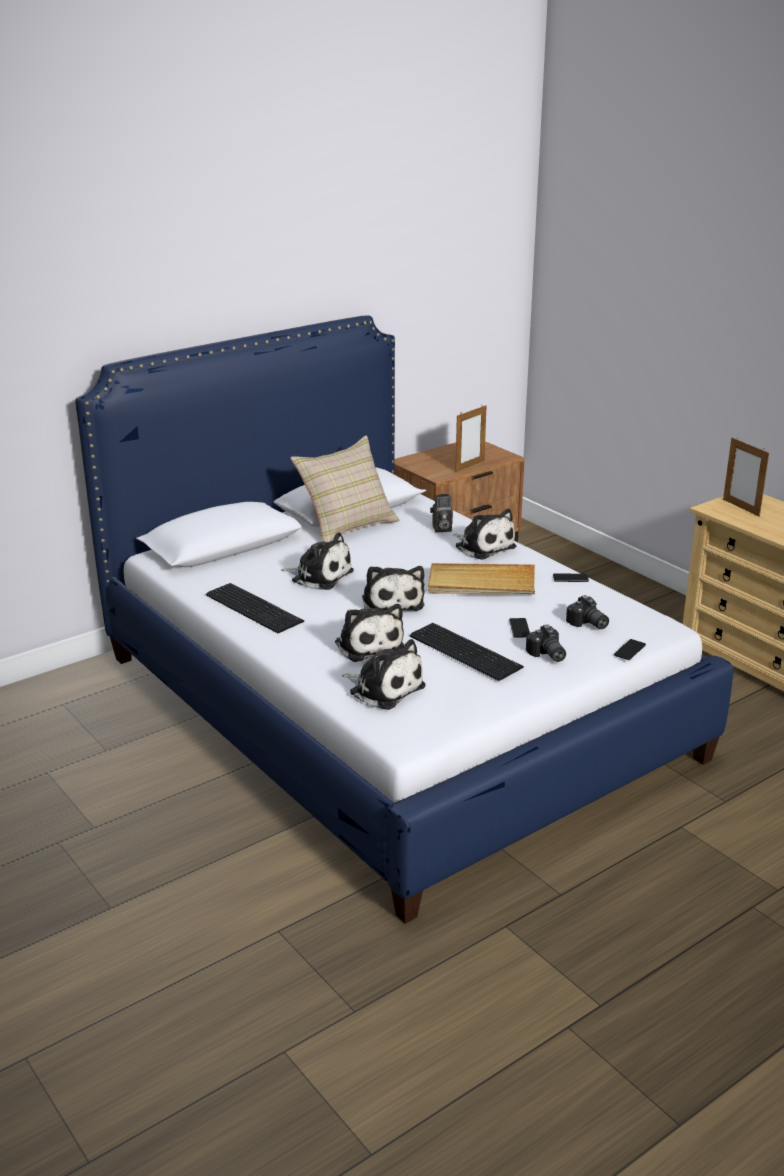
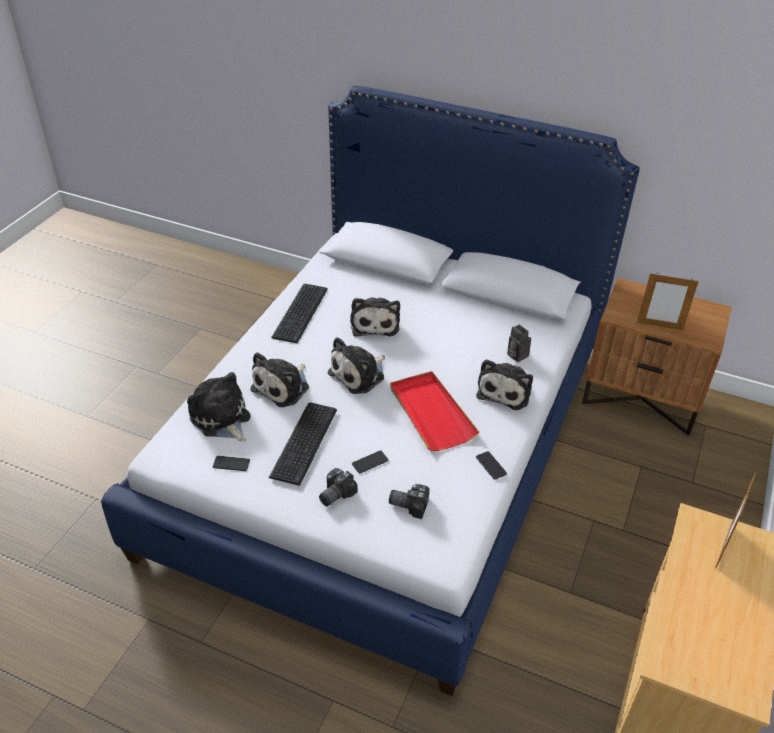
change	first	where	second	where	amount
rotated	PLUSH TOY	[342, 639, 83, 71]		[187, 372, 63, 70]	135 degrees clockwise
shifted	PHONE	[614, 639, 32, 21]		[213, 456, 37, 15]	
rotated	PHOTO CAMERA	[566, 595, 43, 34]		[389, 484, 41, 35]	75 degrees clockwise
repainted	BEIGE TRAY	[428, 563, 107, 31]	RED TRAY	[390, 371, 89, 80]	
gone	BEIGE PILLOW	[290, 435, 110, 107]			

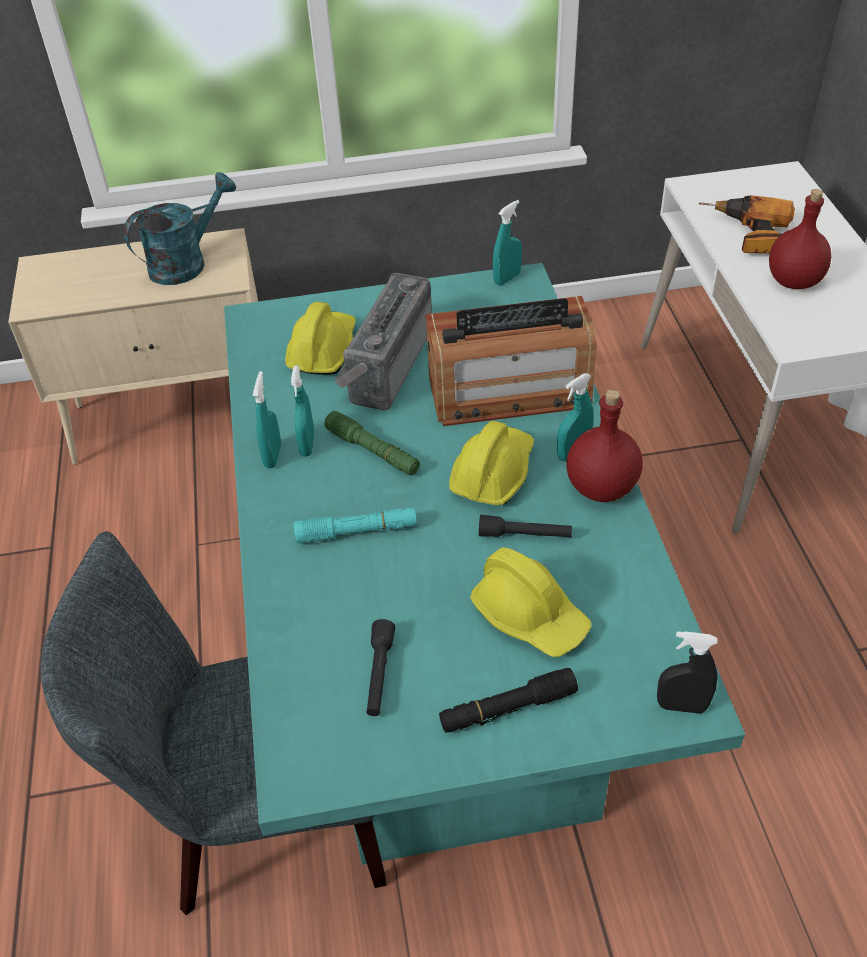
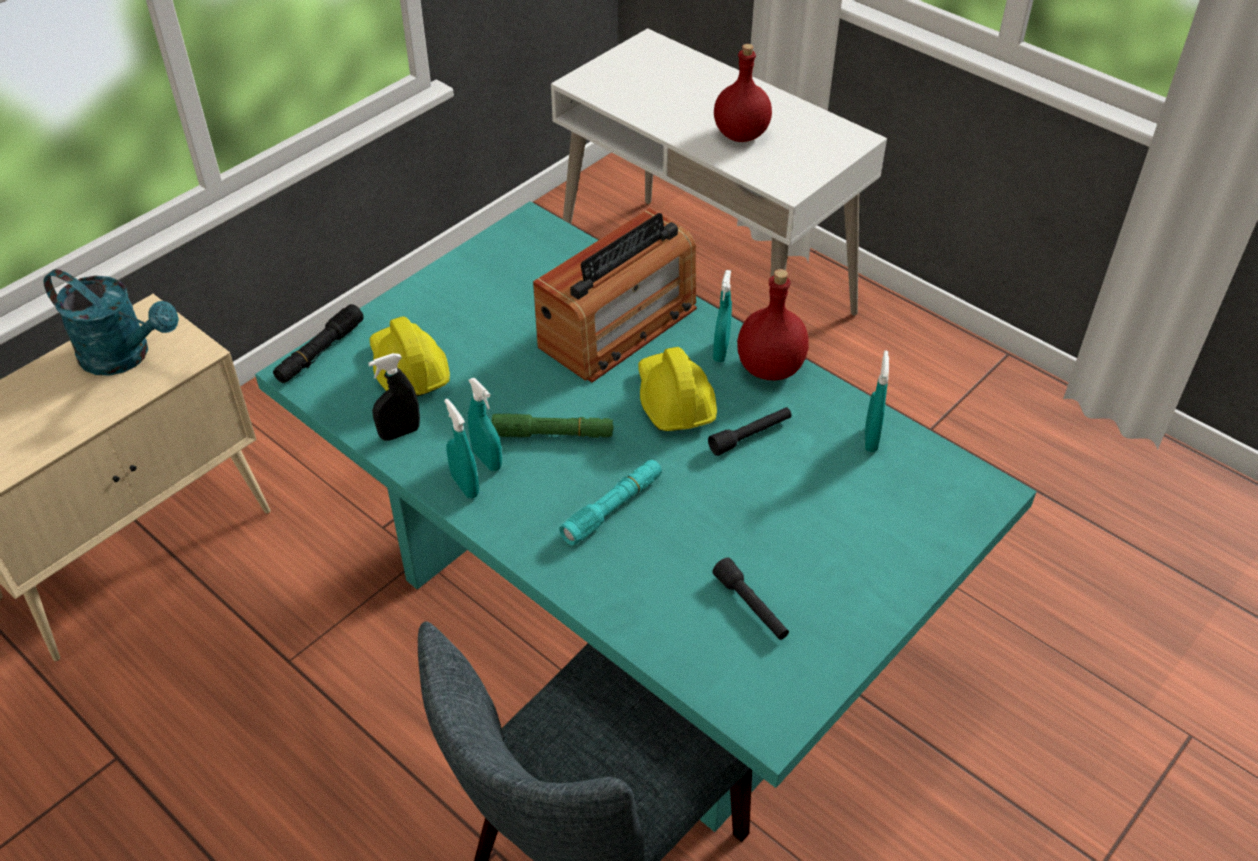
change	first	where	second	where	amount
rotated	TURQUOISE WATERING CAN	[124, 172, 113, 113]		[44, 269, 135, 107]	105 degrees clockwise
shifted	BLACK FLASHLIGHT	[439, 668, 139, 65]		[273, 304, 91, 79]	
shifted	BLACK SPRAY BOTTLE	[657, 631, 61, 83]		[368, 353, 52, 88]	
shifted	TURQUOISE SPRAY BOTTLE	[493, 200, 29, 85]		[865, 350, 24, 102]	
gone	RADIO	[334, 273, 98, 138]			
gone	YELLOW HARD HAT	[470, 547, 121, 110]			
gone	POWER DRILL	[699, 195, 96, 58]			

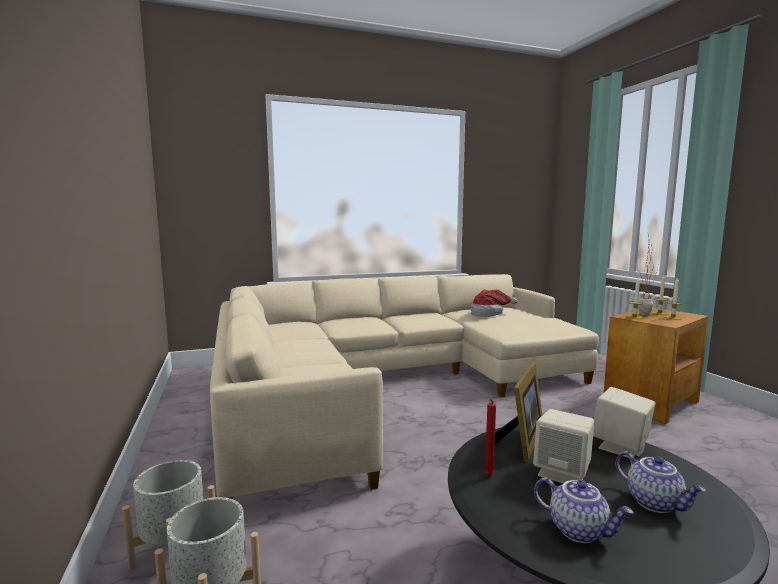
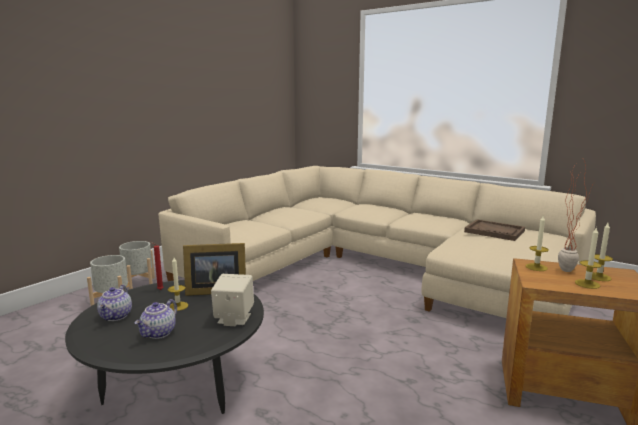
change	first	where	second	where	amount
swapped	BEIGE SPEAKER	[533, 409, 61, 74]	CANDLE	[168, 257, 20, 54]	
swapped	HAT	[471, 289, 47, 28]	BROWN TRAY	[464, 219, 61, 22]	

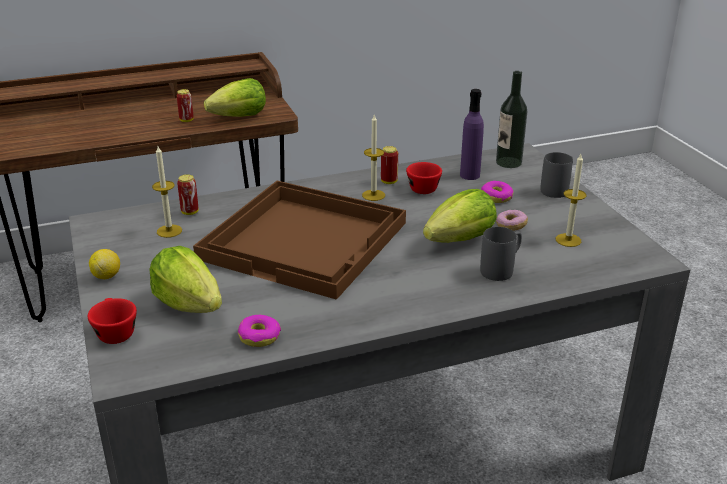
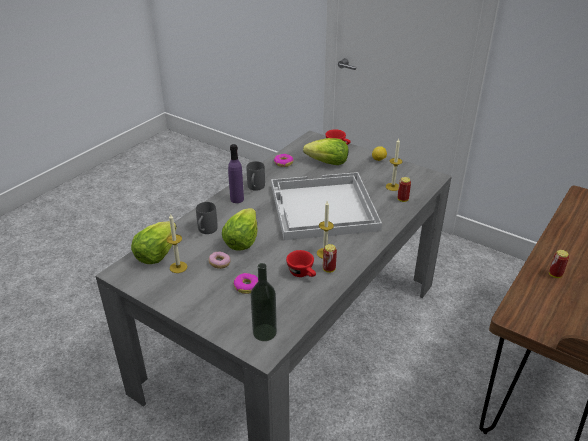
change	first	where	second	where	amount
shifted	LETTUCE	[204, 78, 62, 39]		[131, 221, 46, 43]	
shifted	PURPLE BOTTLE	[460, 89, 24, 91]		[228, 144, 16, 59]	
shifted	GREY MUG	[540, 152, 33, 46]		[247, 161, 18, 30]	
repainted	BROWN TRAY	[193, 181, 213, 119]	WHITE TRAY	[271, 172, 111, 68]	

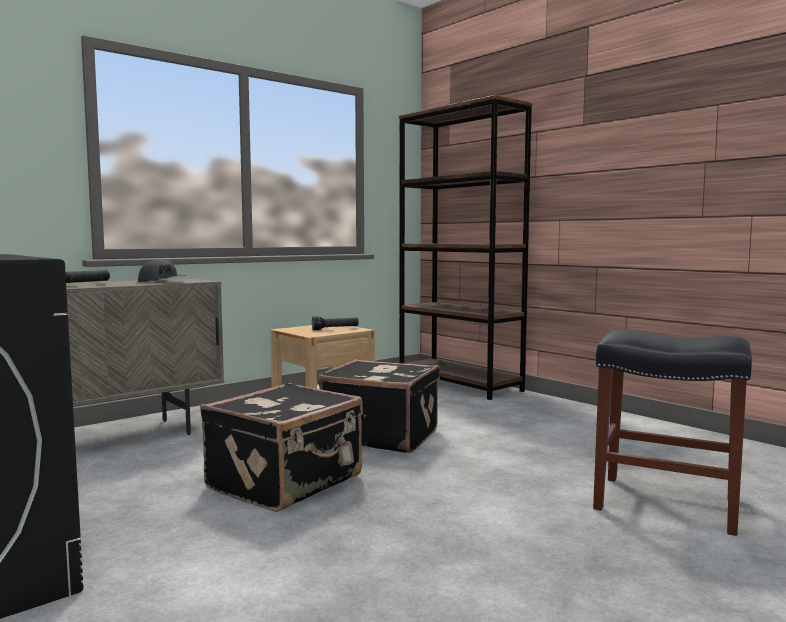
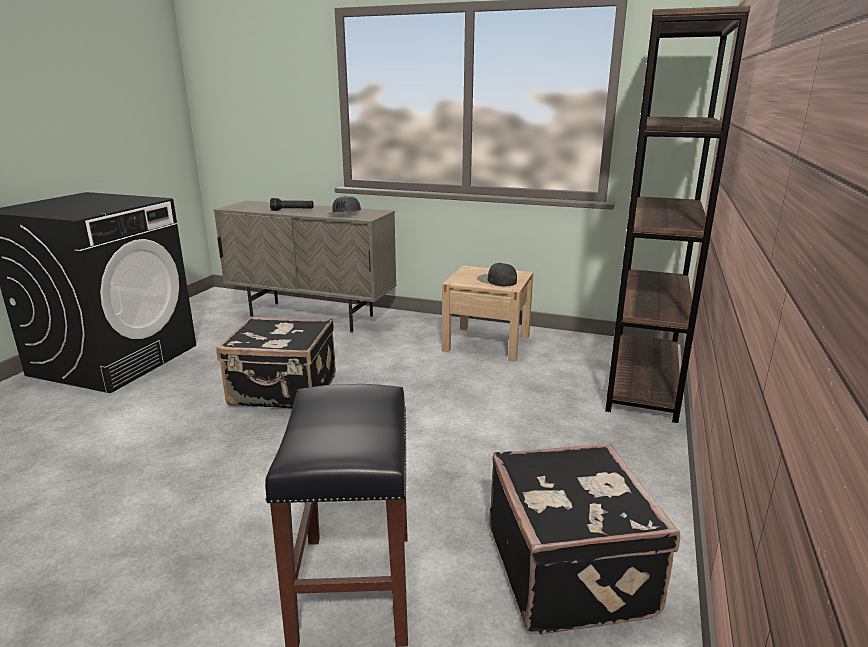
change	first	where	second	where	amount
swapped	BLACK FLASHLIGHT	[312, 316, 46, 14]	BLACK CAP	[477, 263, 40, 23]	
shifted	BLACK SUITCASE	[318, 359, 122, 94]		[489, 443, 191, 191]	

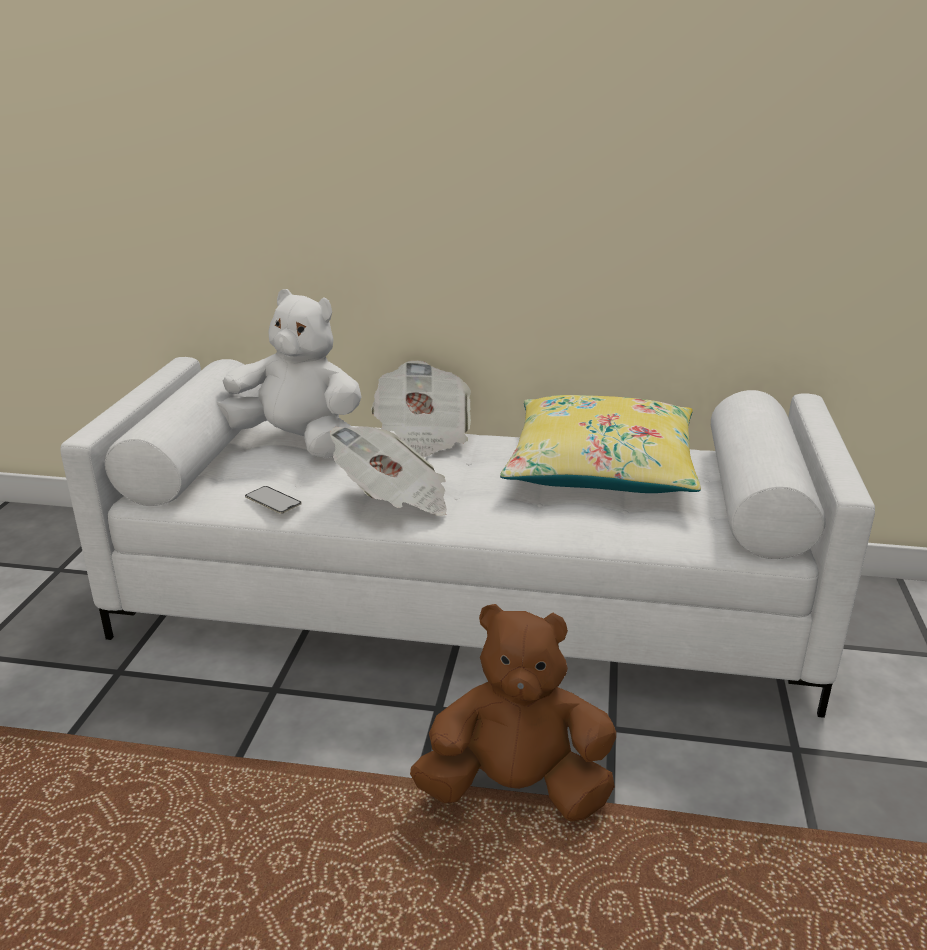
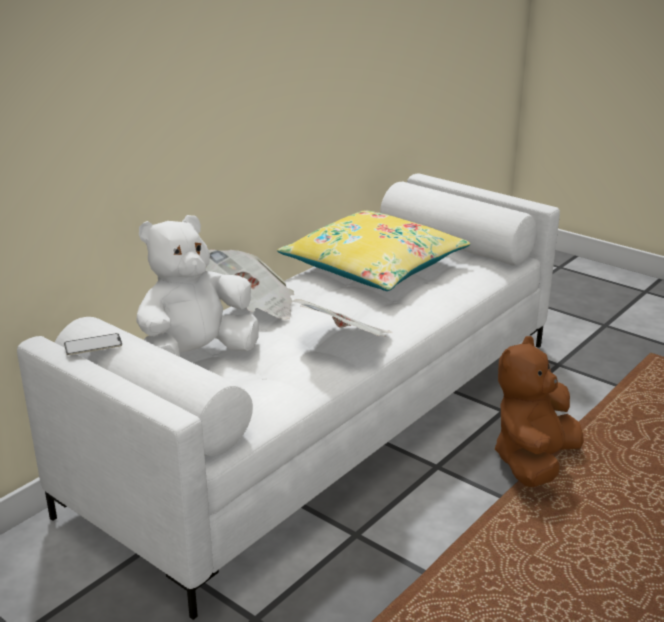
change	first	where	second	where	amount
shifted	PHONE	[245, 486, 57, 28]		[64, 333, 58, 22]	

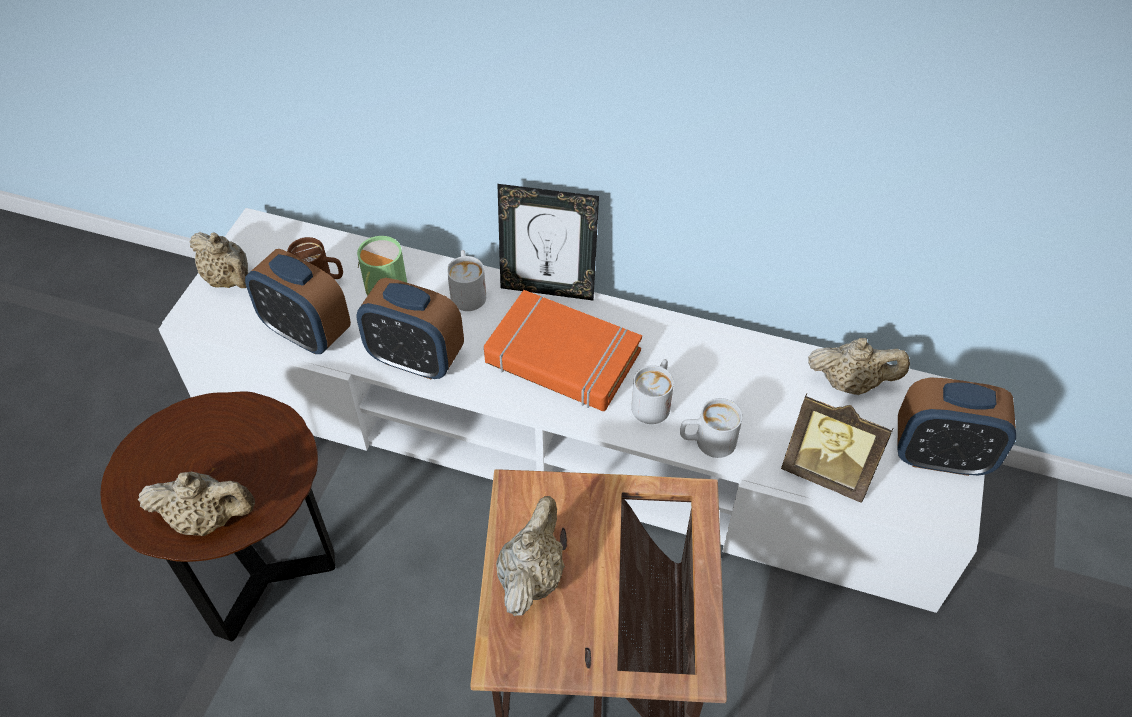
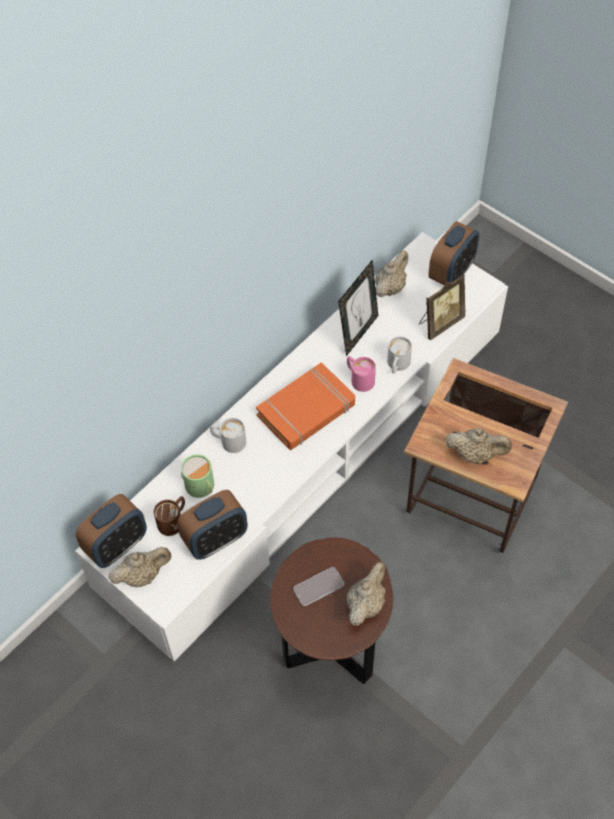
change	first	where	second	where	amount
shifted	ALARM CLOCK	[356, 278, 108, 102]		[76, 494, 71, 74]	
new			PHONE	[293, 567, 51, 39]	
shifted	PICTURE FRAME	[497, 184, 102, 117]		[338, 260, 40, 96]	
repainted	WHITE MUG	[631, 359, 43, 65]	PINK MUG	[347, 356, 29, 36]	
rotated	BEIGE TEAPOT	[496, 496, 69, 120]		[445, 428, 67, 36]	150 degrees clockwise

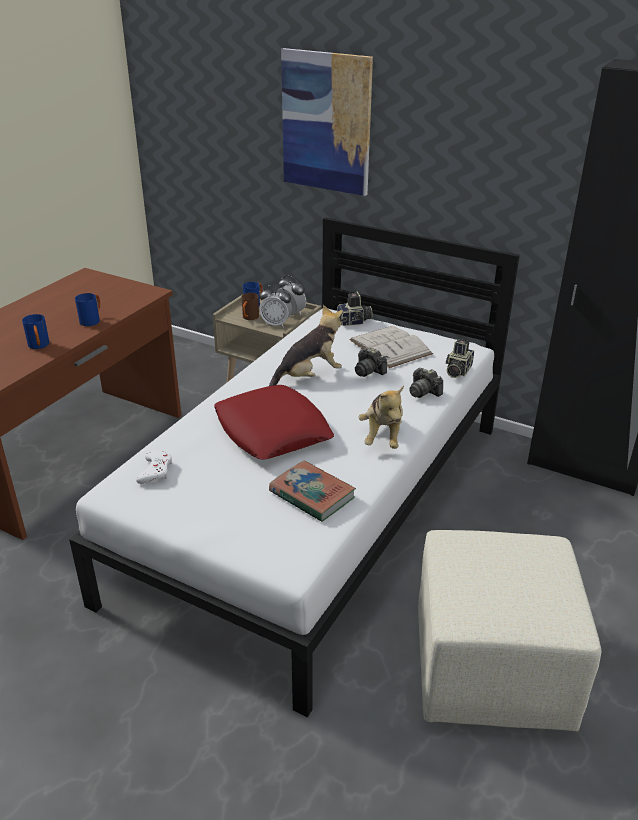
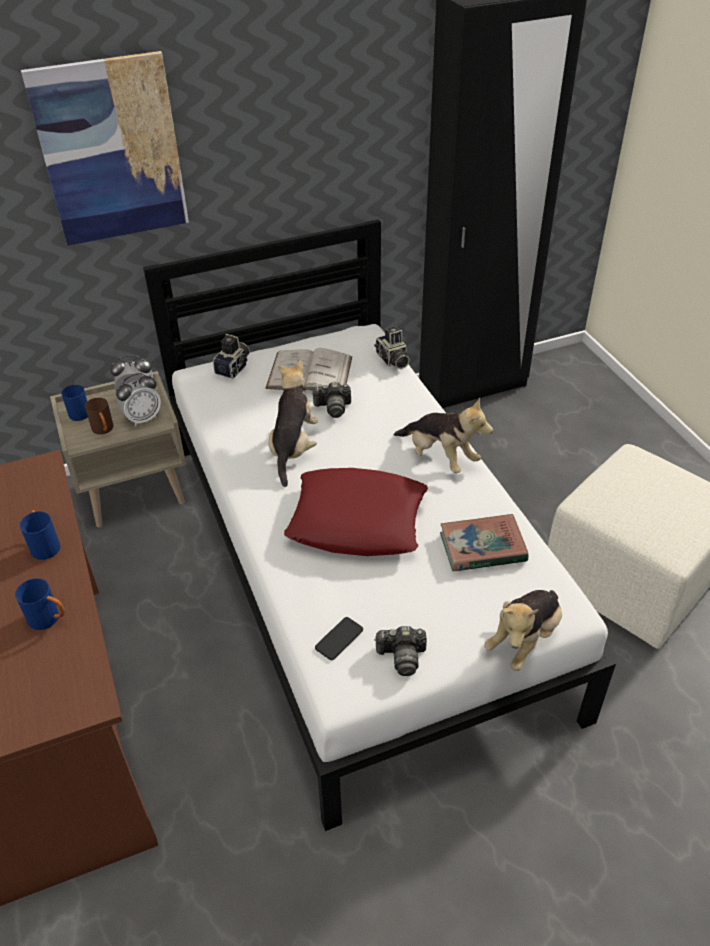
change	first	where	second	where	amount
swapped	WHITE GAME CONTROLLER	[136, 450, 36, 34]	PHONE	[315, 617, 48, 43]	
shifted	PHOTO CAMERA	[409, 368, 34, 30]		[374, 626, 53, 50]	
new			PLUSH TOY	[484, 590, 78, 81]	

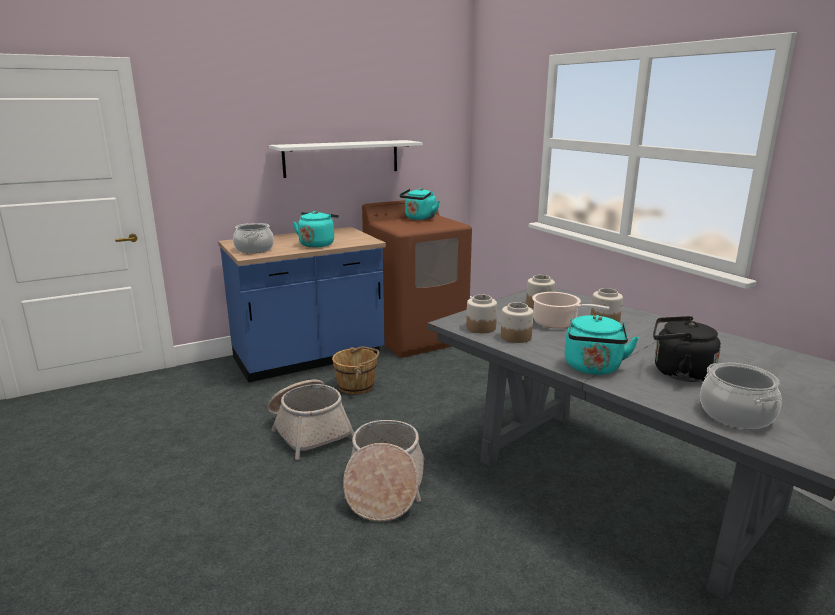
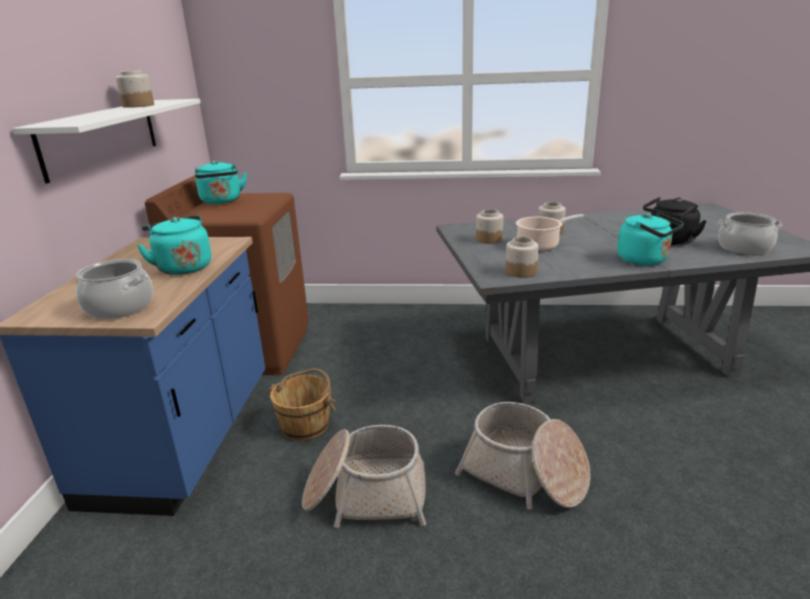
change	first	where	second	where	amount
shifted	JAR	[501, 302, 33, 41]		[116, 70, 38, 38]	

